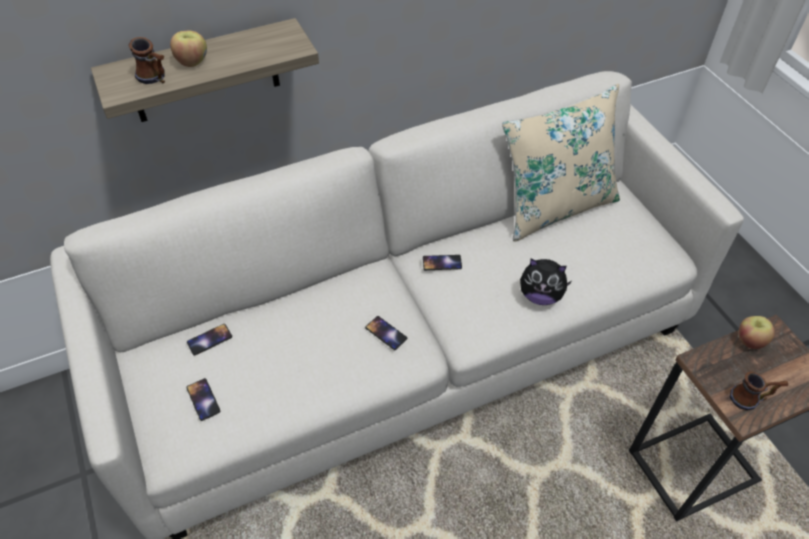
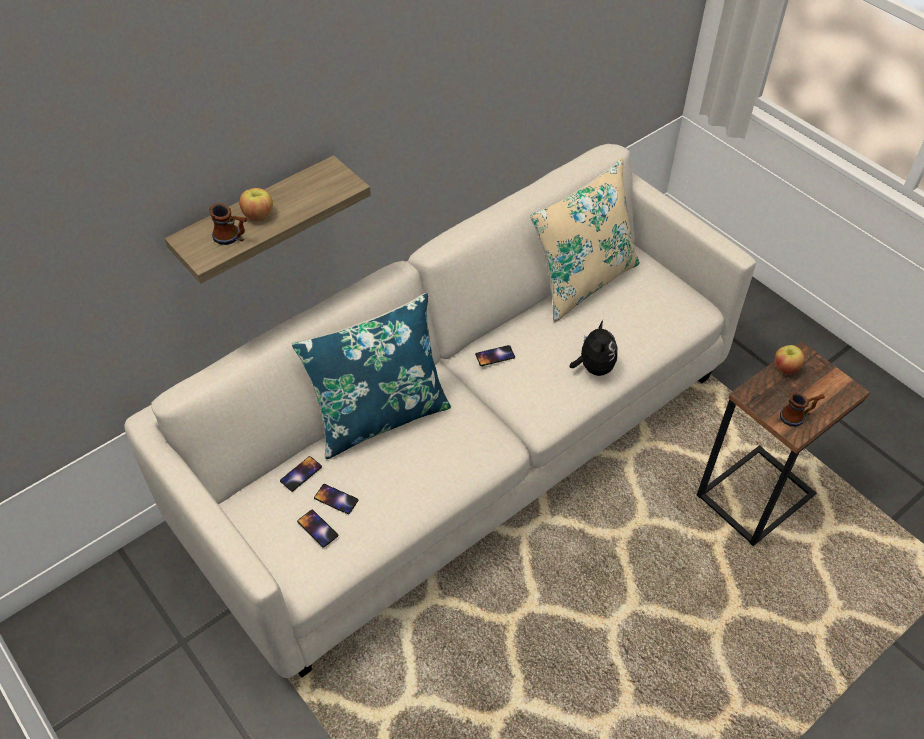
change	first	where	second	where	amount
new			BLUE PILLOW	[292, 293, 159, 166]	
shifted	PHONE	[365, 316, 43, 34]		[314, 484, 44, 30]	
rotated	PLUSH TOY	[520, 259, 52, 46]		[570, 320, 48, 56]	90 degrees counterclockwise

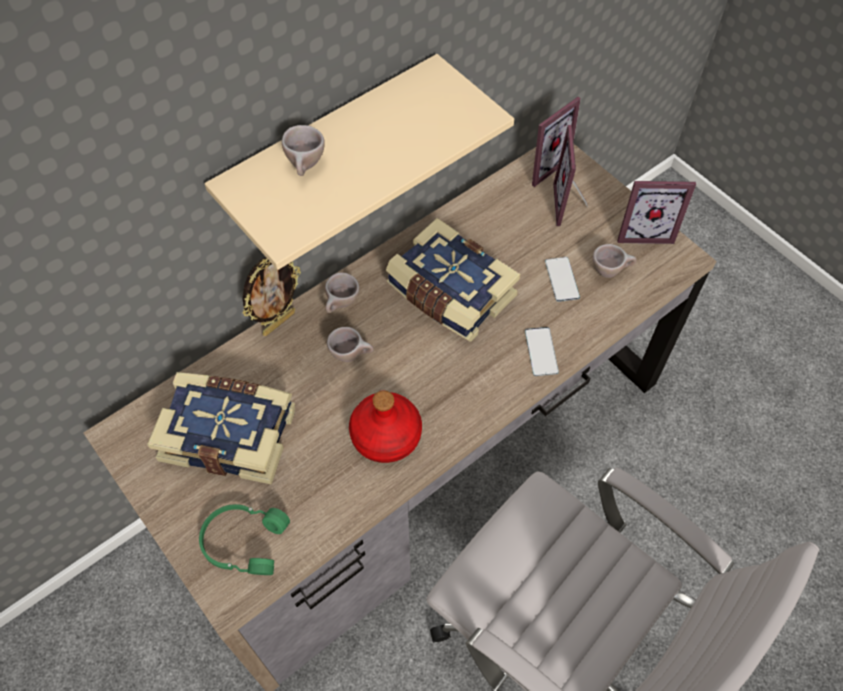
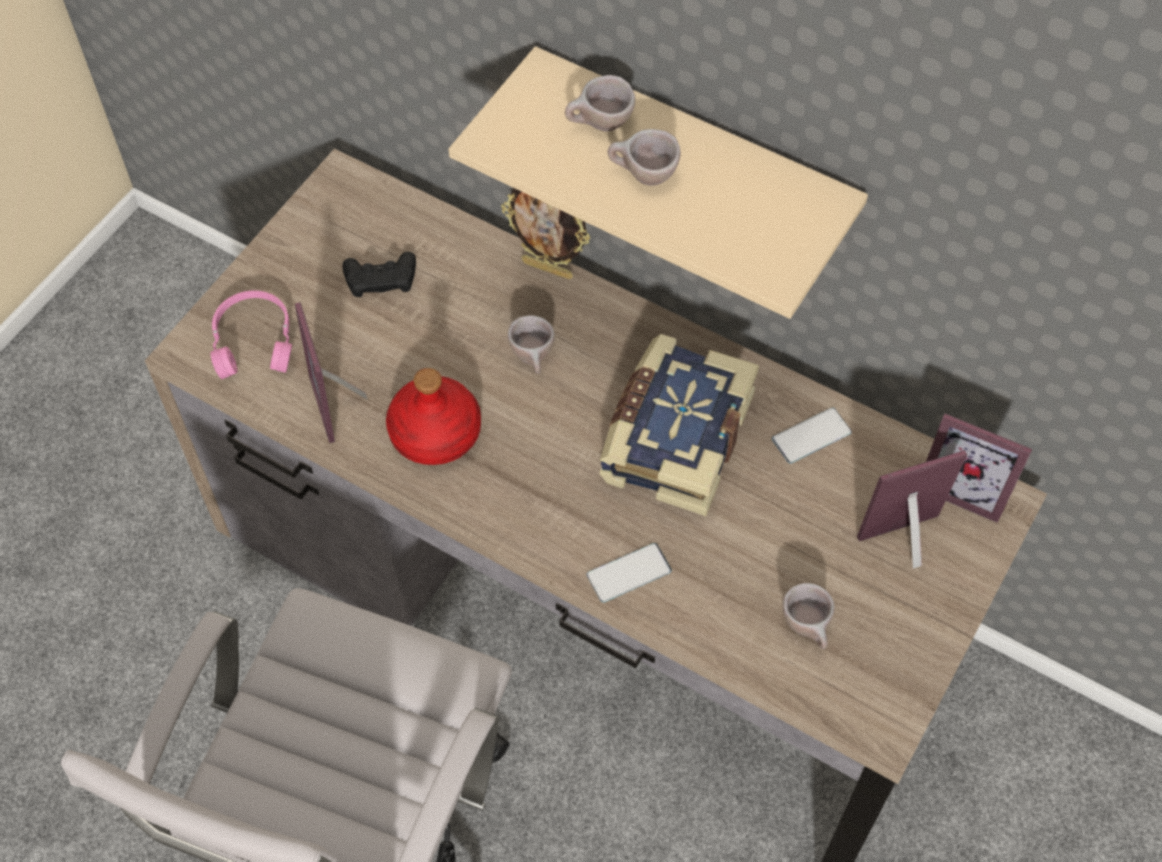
change	first	where	second	where	amount
repainted	GREEN HEADPHONES	[199, 504, 91, 71]	PINK HEADPHONES	[211, 290, 81, 89]	
shifted	PICTURE FRAME	[617, 181, 79, 63]		[295, 302, 73, 141]	
swapped	BOOK	[147, 372, 148, 113]	BLACK GAME CONTROLLER	[342, 252, 74, 45]	
shifted	BEIGE CUP	[325, 272, 35, 41]		[607, 129, 74, 57]	
shifted	PHONE	[545, 257, 35, 45]		[772, 408, 80, 56]	

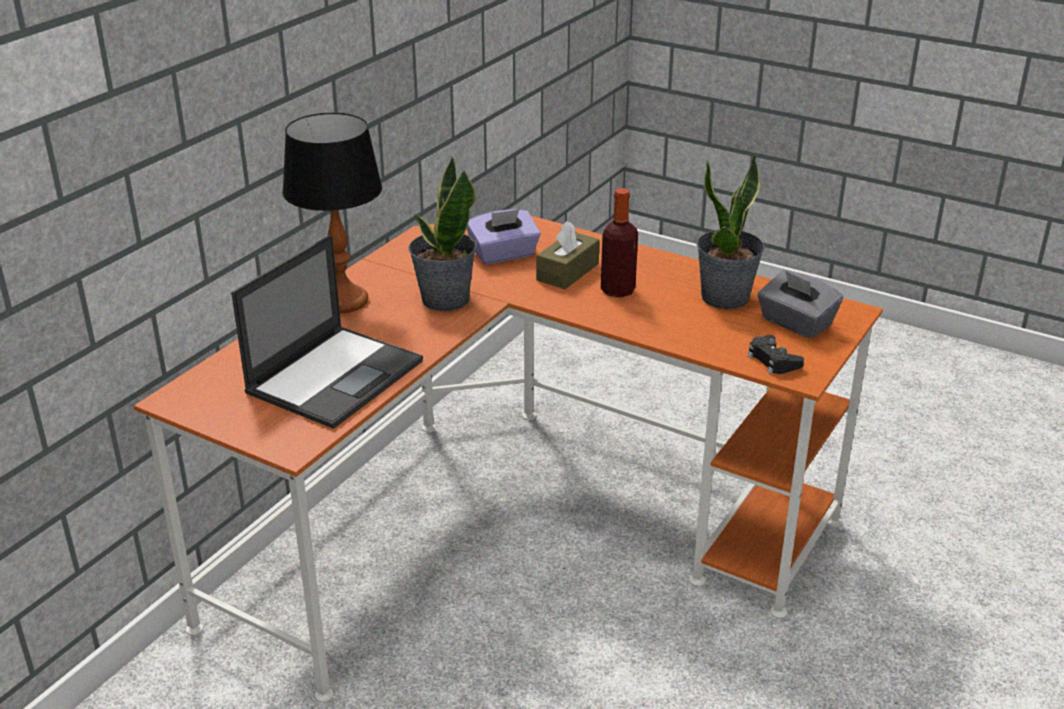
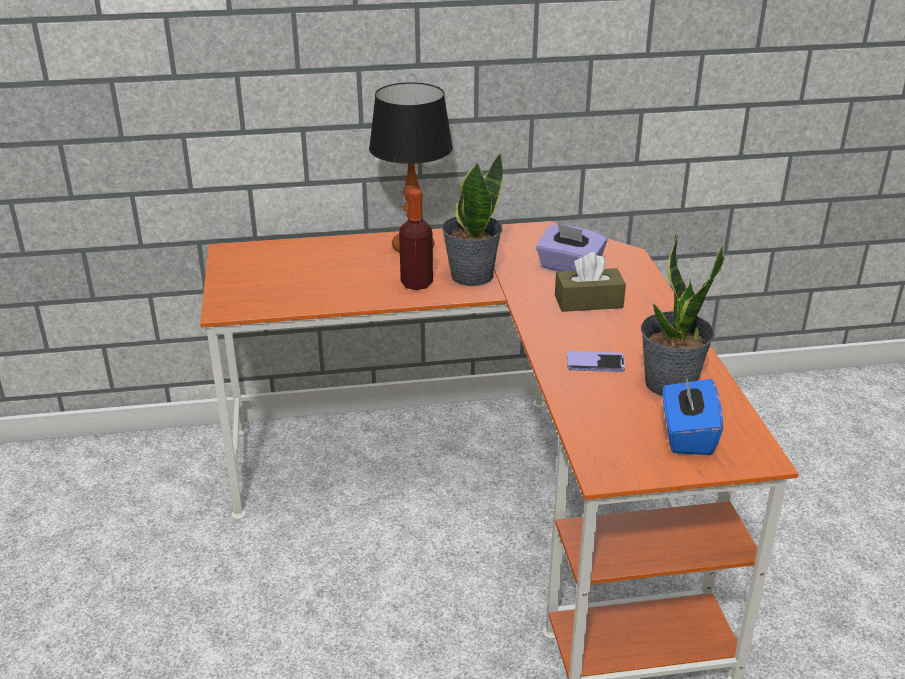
change	first	where	second	where	amount
shifted	BOTTLE	[601, 188, 37, 110]		[399, 189, 34, 101]	
new			PHONE	[567, 351, 58, 21]	
repainted	GREY TISSUE BOX	[757, 270, 86, 68]	BLUE TISSUE BOX	[663, 375, 60, 80]	
gone	LAPTOP	[231, 235, 192, 194]			
gone	BLACK GAME CONTROLLER	[748, 335, 56, 39]			

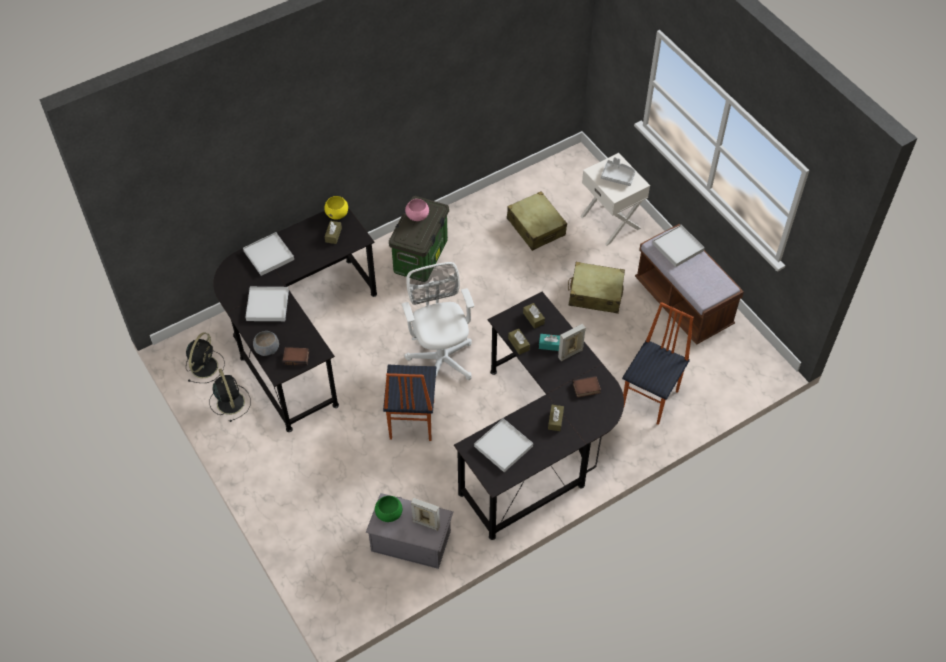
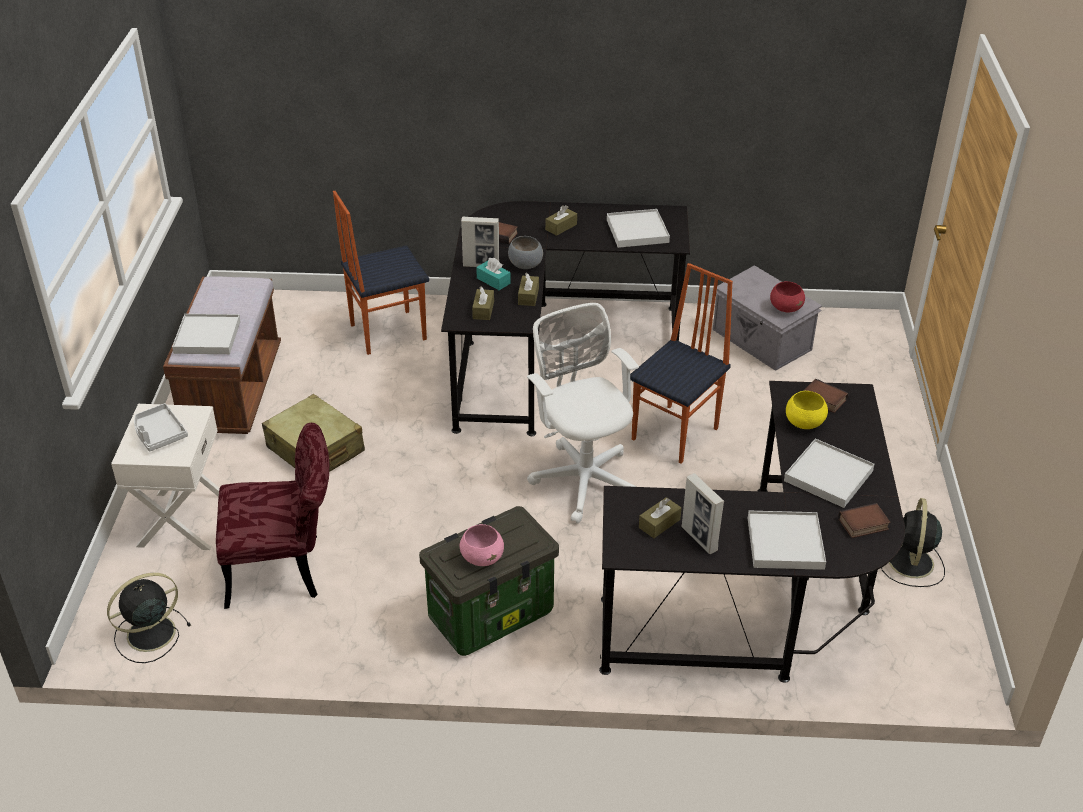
change	first	where	second	where	amount
shifted	BLACK FAN	[186, 332, 39, 51]		[107, 573, 84, 90]	
swapped	BEIGE SUITCASE	[507, 191, 60, 60]	RED CHAIR	[216, 423, 113, 186]	
shifted	GREY BOWL	[253, 331, 26, 25]		[508, 236, 35, 33]	
rotated	WHITE OFFICE CHAIR	[402, 262, 72, 118]		[527, 303, 112, 221]	135 degrees clockwise
shifted	PICTURE FRAME	[411, 498, 29, 33]		[682, 473, 42, 81]	
repainted	GREEN BOWL	[375, 496, 27, 26]	RED BOWL	[770, 281, 35, 31]	
shifted	YELLOW BOWL	[324, 196, 24, 24]		[786, 391, 42, 38]	
new			BOOK	[838, 503, 52, 35]	

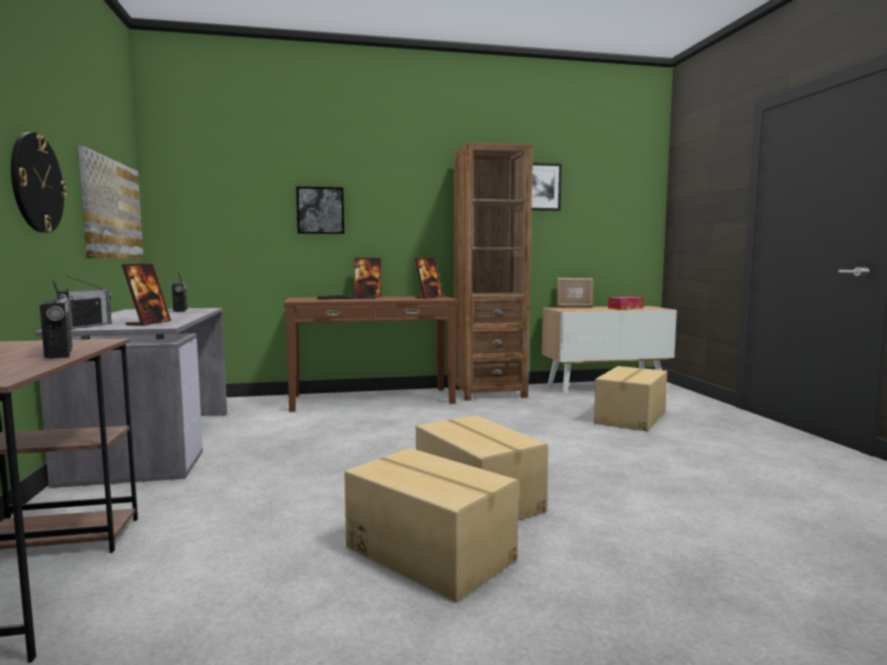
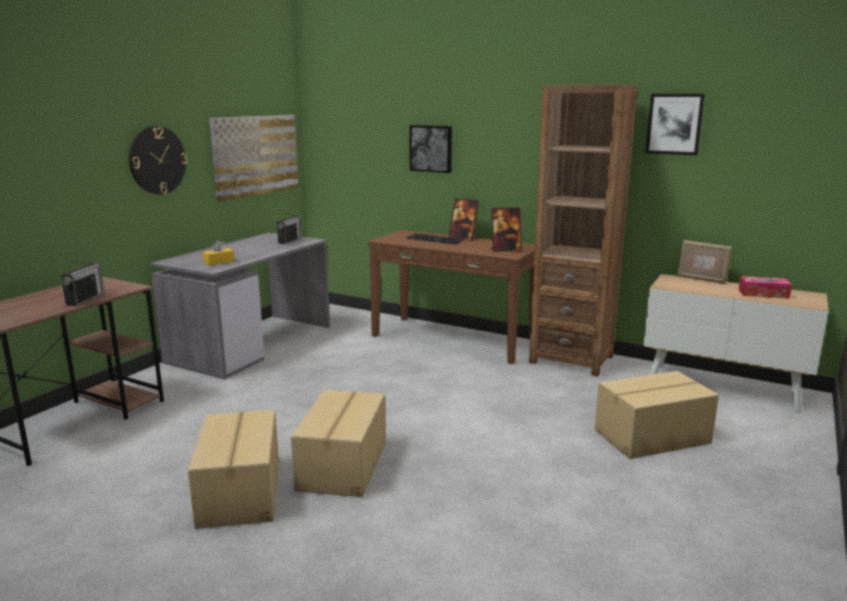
change	first	where	second	where	amount
swapped	PICTURE FRAME	[122, 264, 49, 62]	YELLOW TISSUE BOX	[203, 240, 32, 26]	
gone	RADIO	[56, 275, 56, 54]			

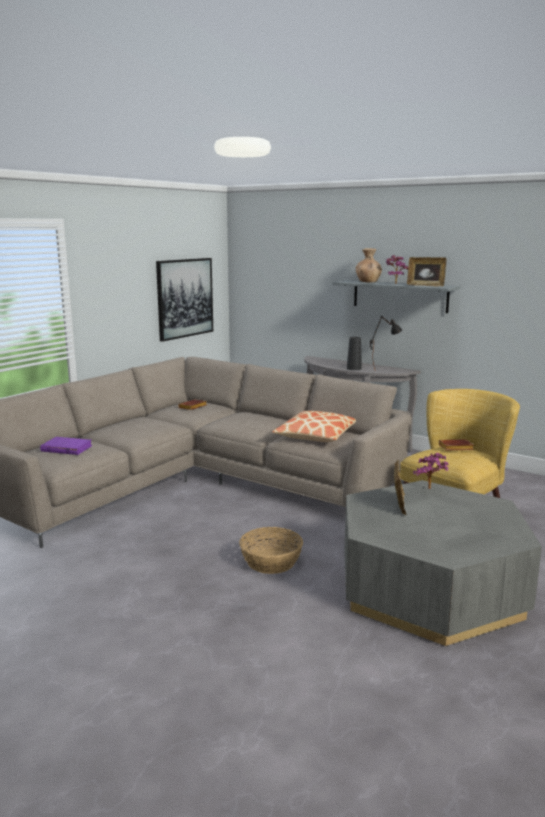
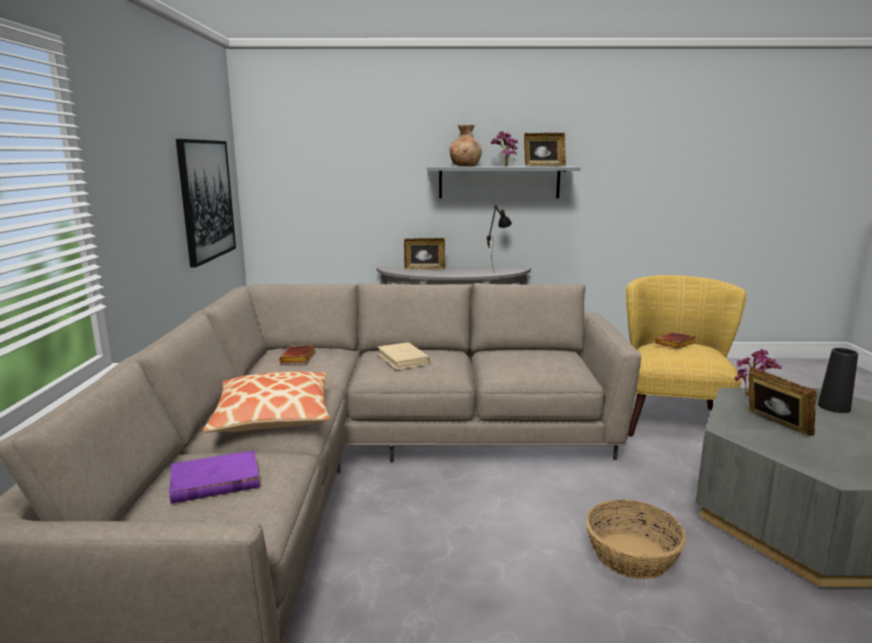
change	first	where	second	where	amount
shifted	PILLOW	[272, 411, 84, 31]		[203, 371, 126, 61]	
new			BEIGE BOOK	[378, 342, 53, 28]	
new			PICTURE FRAME	[404, 238, 41, 32]	
shifted	BLACK VASE	[347, 337, 15, 33]		[818, 348, 40, 65]	

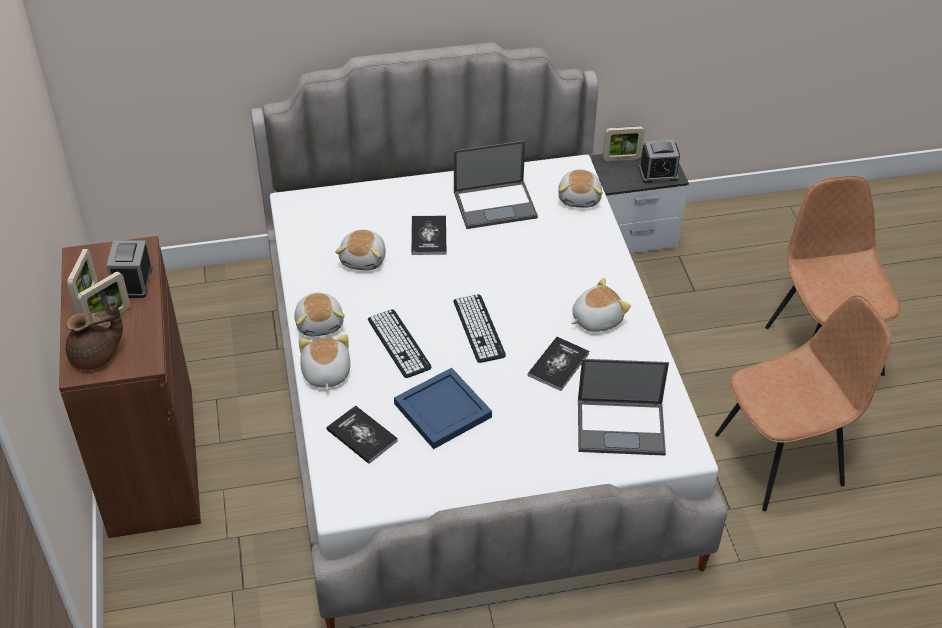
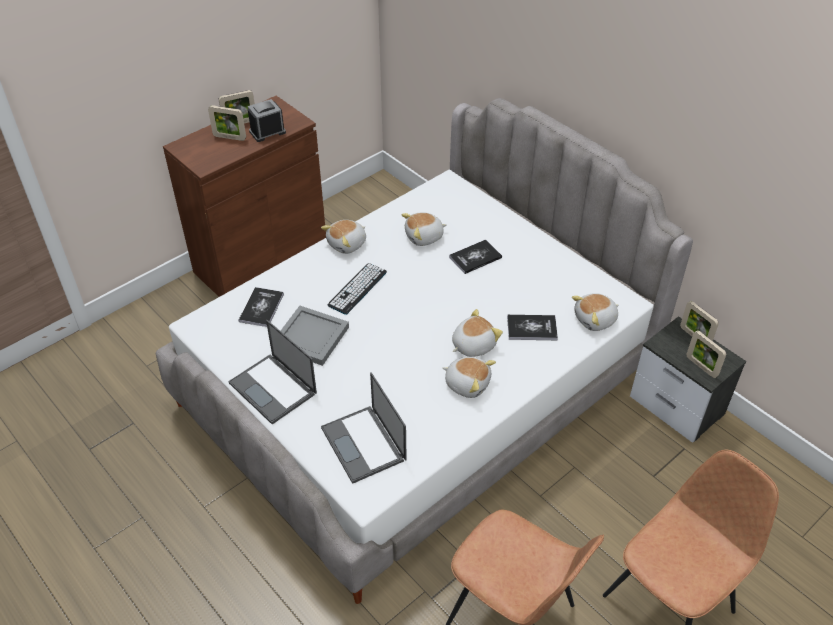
change	first	where	second	where	amount
shifted	LAPTOP	[454, 140, 84, 89]		[228, 320, 89, 104]	
repainted	BLUE TRAY	[394, 368, 98, 81]	GREY TRAY	[281, 306, 68, 60]	
shifted	PLUSH TOY	[299, 334, 52, 57]		[452, 309, 51, 48]	
shifted	BOOK	[528, 337, 61, 54]		[507, 315, 51, 25]	
swapped	ALARM CLOCK	[639, 140, 41, 43]	PICTURE FRAME	[686, 330, 40, 48]	
gone	BROWN TEAPOT	[66, 301, 57, 69]			
gone	KEYBOARD	[453, 294, 53, 69]			

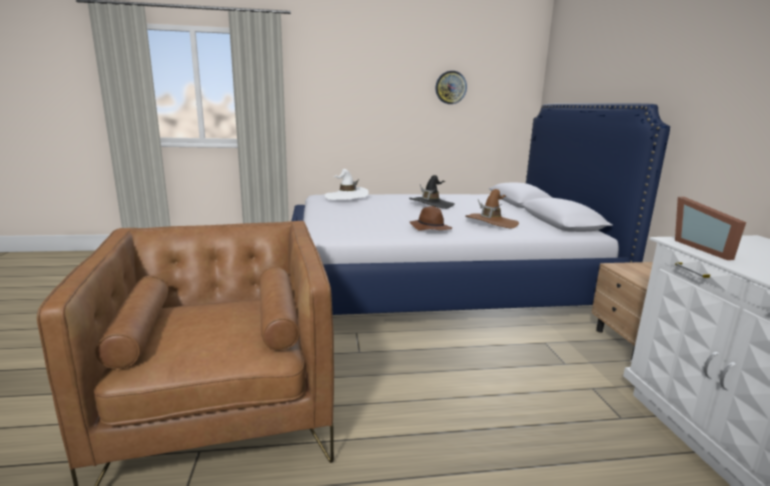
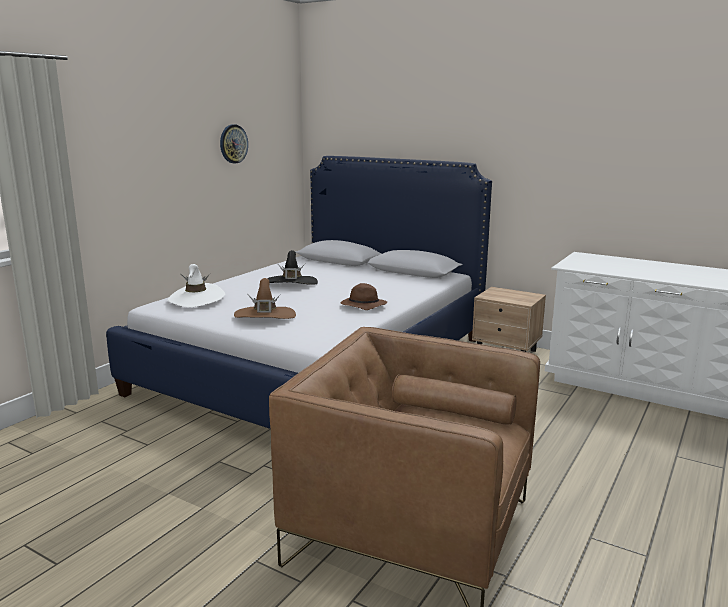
change	first	where	second	where	amount
shifted	BROWN HAT	[465, 189, 54, 39]		[234, 278, 62, 41]	
gone	PICTURE FRAME	[675, 197, 71, 63]			

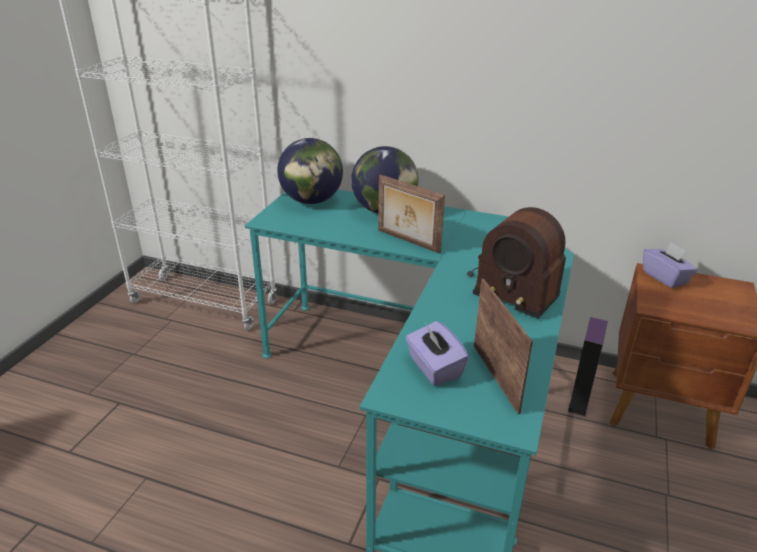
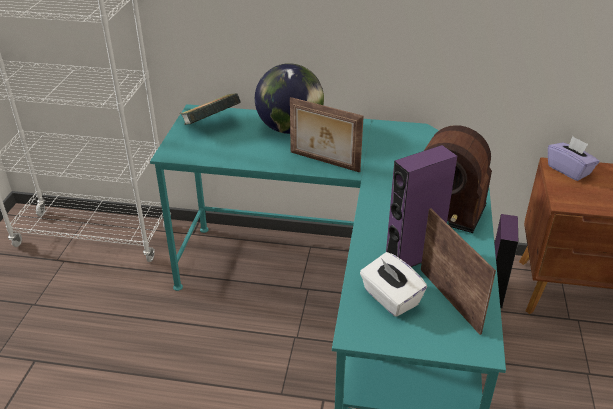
change	first	where	second	where	amount
swapped	GLOBE	[277, 138, 66, 66]	BOOK	[180, 93, 61, 32]	
repainted	PURPLE TISSUE BOX	[406, 321, 63, 65]	WHITE TISSUE BOX	[360, 252, 67, 65]	
new			PURPLE SPEAKER	[386, 145, 71, 122]	

